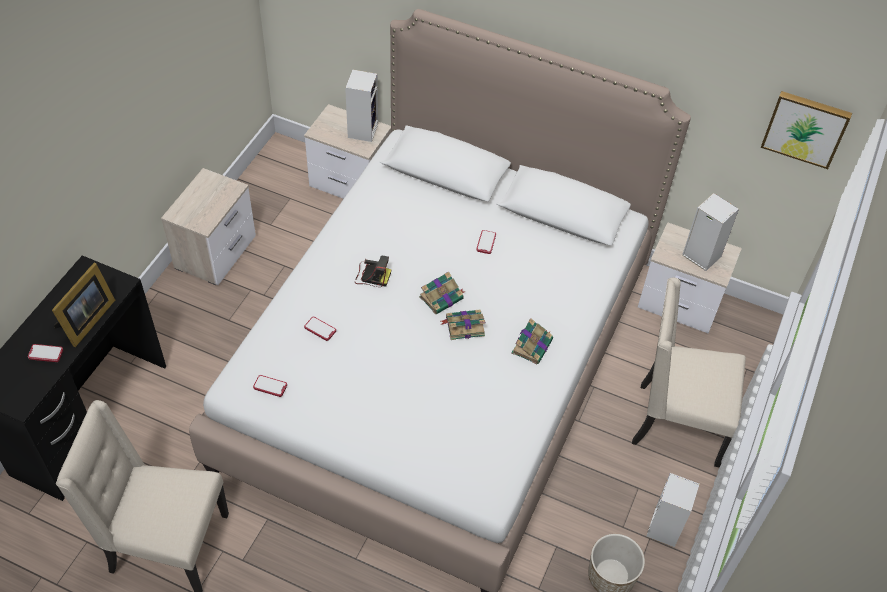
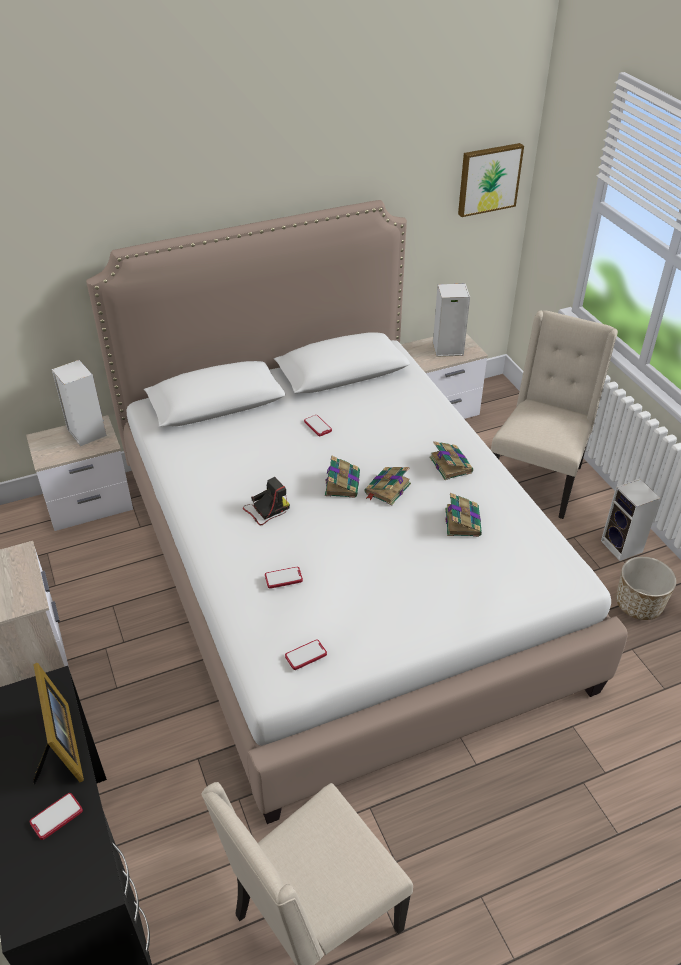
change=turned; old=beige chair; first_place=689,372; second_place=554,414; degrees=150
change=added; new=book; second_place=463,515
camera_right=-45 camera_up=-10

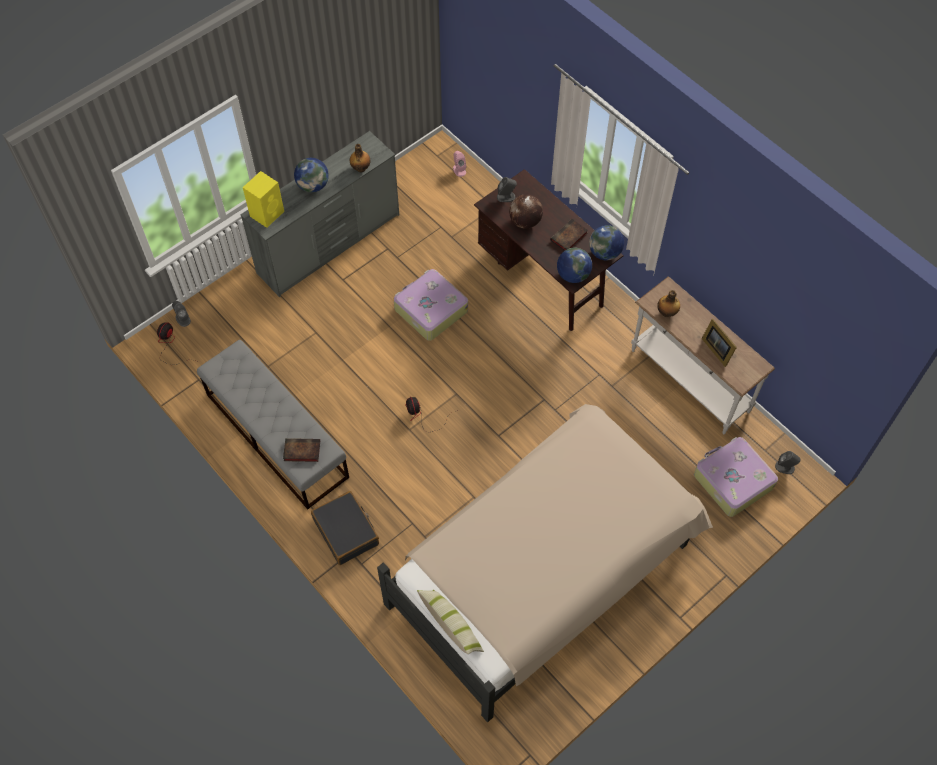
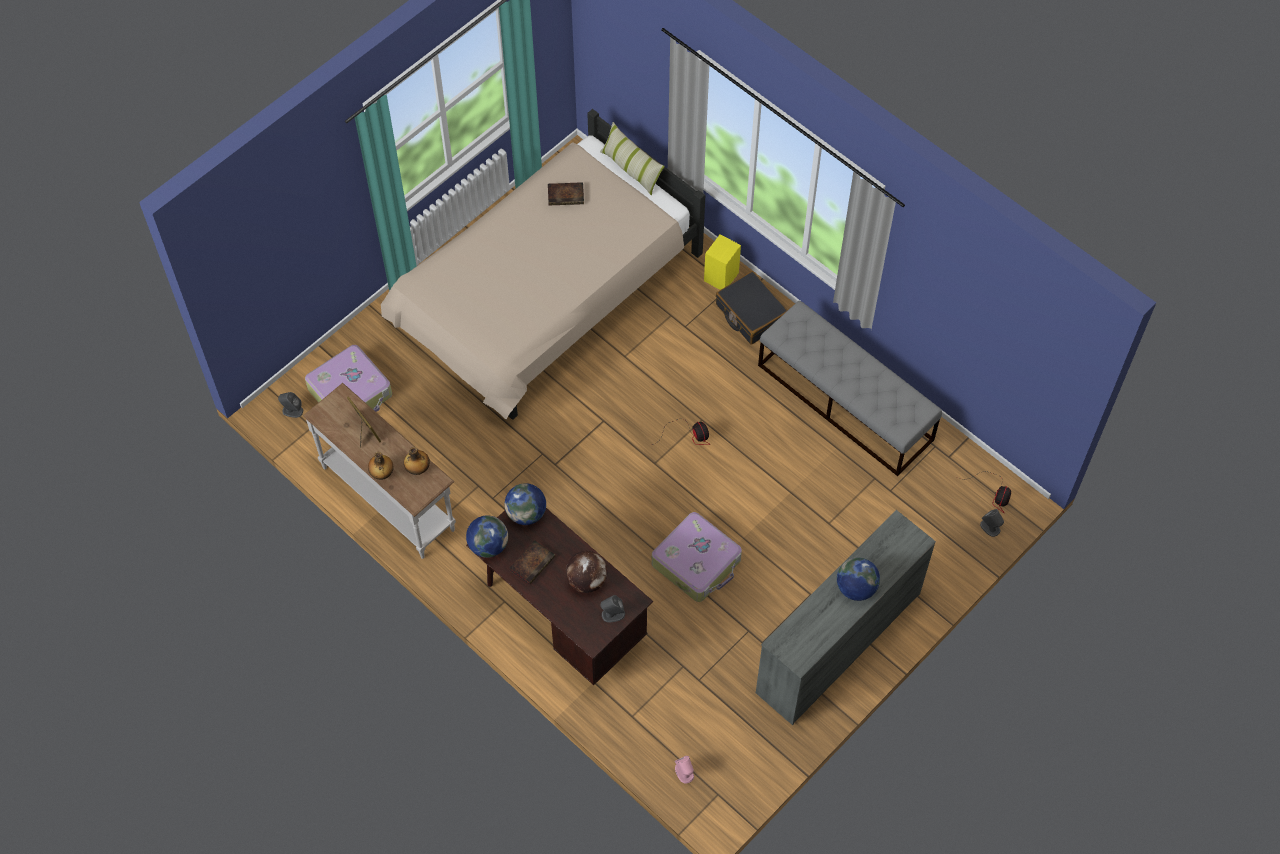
change=moved; old=bottle; first_place=360,158; second_place=381,466
change=moved; old=yellow speaker; first_place=263,199; second_place=722,262
change=moved; old=book; first_place=301,450; second_place=566,193
camera_right=175 camera_up=0

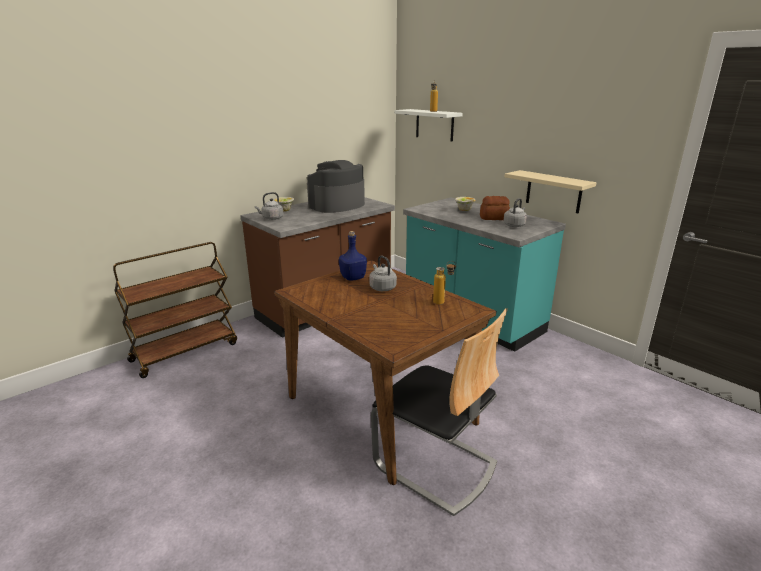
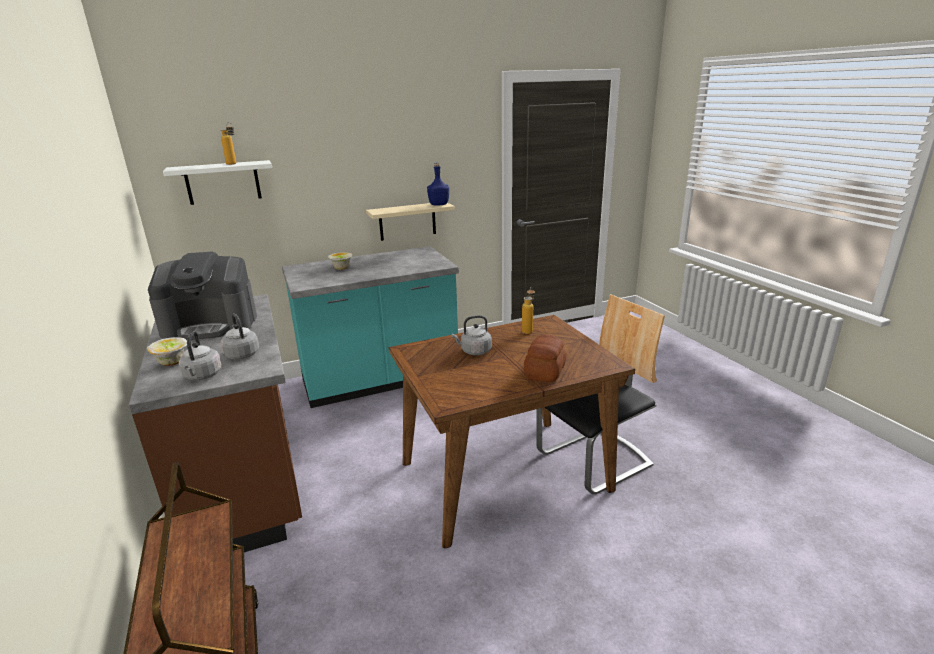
change=turned; old=coffee machine; first_place=336,186; second_place=202,296; degrees=-75
change=moved; old=bread; first_place=495,208; second_place=545,358
change=moved; old=grey kettle; first_place=515,212; second_place=240,336
change=moved; old=blue bottle; first_place=353,256; second_place=438,184
camera_right=-70 camera_up=0

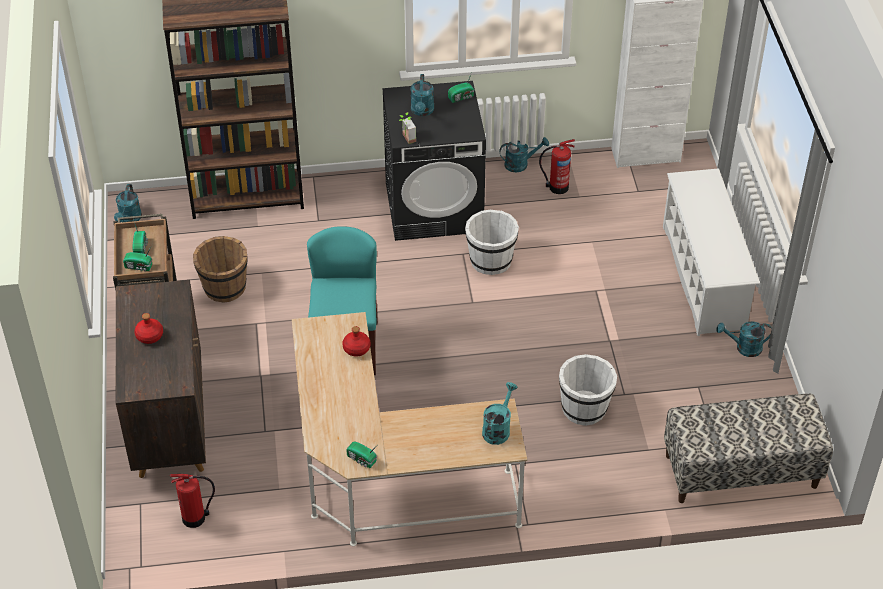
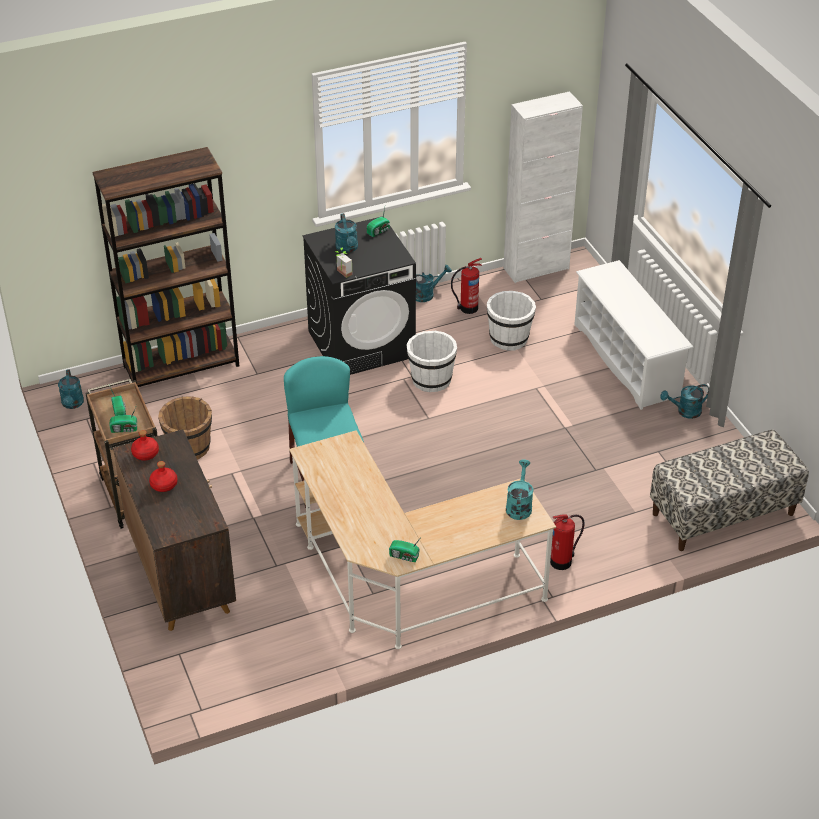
change=moved; old=red bottle; first_place=356,341; second_place=145,445
change=moved; old=white bucket; first_place=588,390; second_place=511,320
change=moved; old=fire extinguisher; first_place=192,501; second_place=567,542
camera_right=-15 camera_up=-5

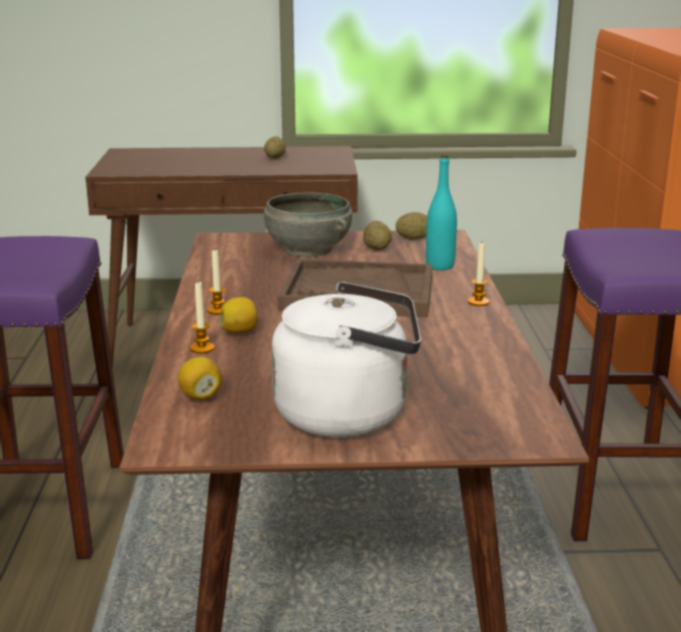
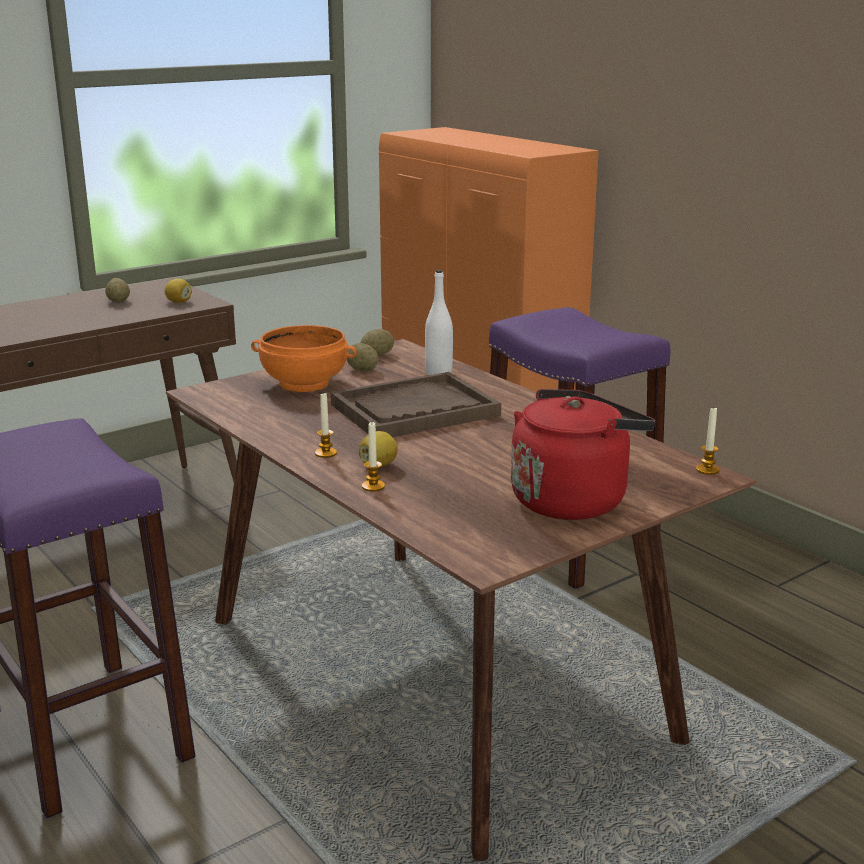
change=recoloured; old=turquoise bottle; new=white bottle; first_place=441,212; second_place=439,322
change=recoloured; old=grey bowl; new=orange bowl; first_place=308,224; second_place=304,358
change=moved; old=candle; first_place=479,274; second_place=708,441
change=recoloured; old=white kettle; new=red kettle; first_place=346,359; second_place=583,454
change=moved; old=lemon; first_place=200,378; second_place=178,291
camera_right=-35 camera_up=0

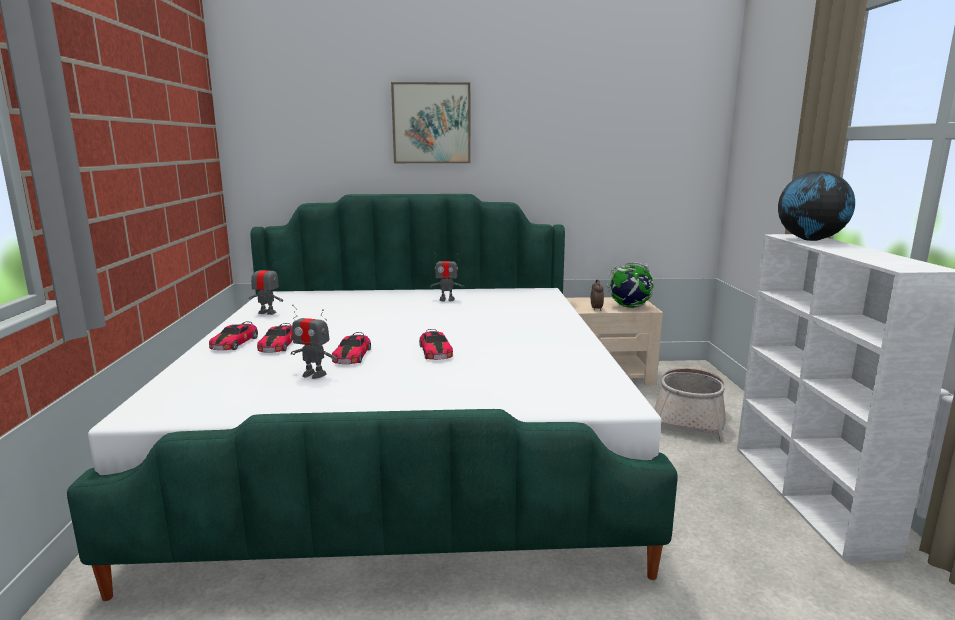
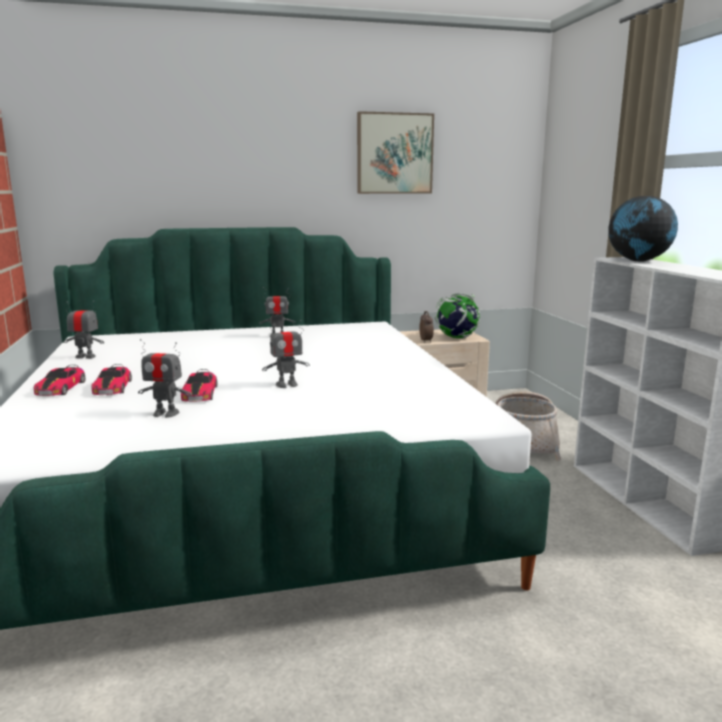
change=moved; old=picture; first_place=431,122; second_place=395,152
change=replaced; old=toy car; new=toy robot; first_place=436,344; second_place=286,354
camera_right=-10 camera_up=0

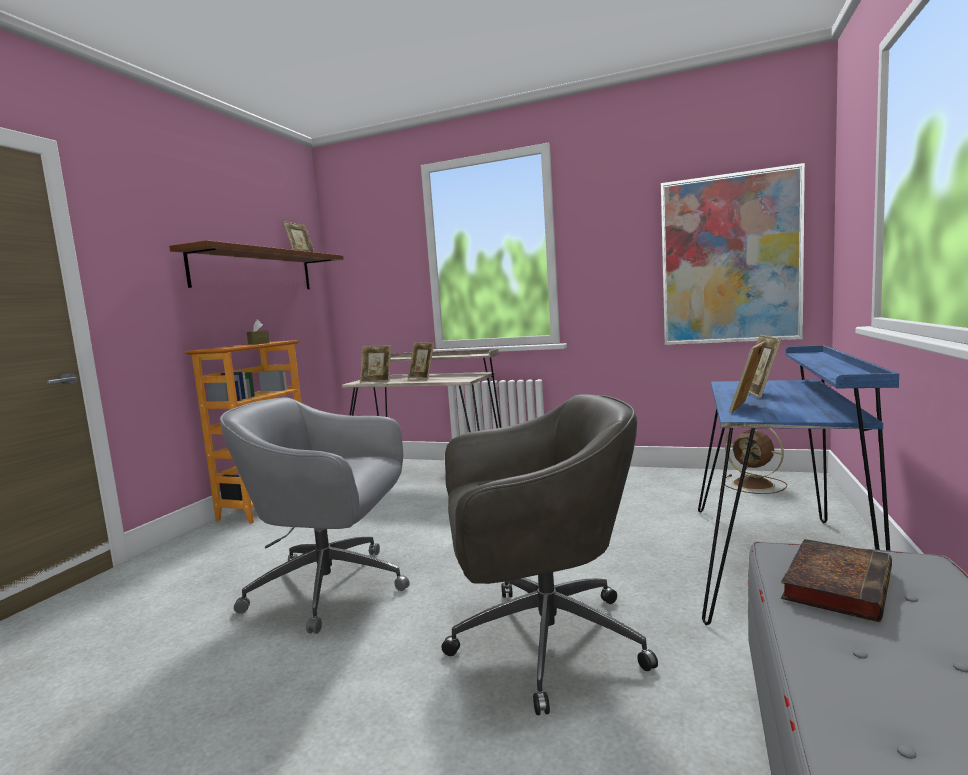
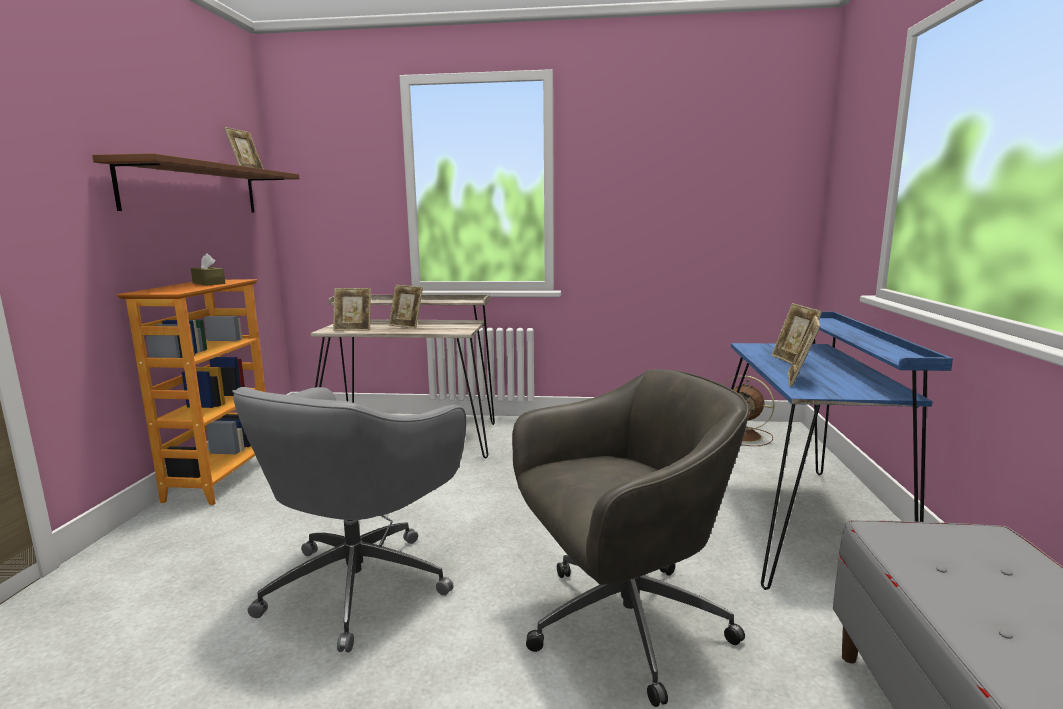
change=removed; old=picture; first_place=733,254
change=turned; old=grey office chair; first_place=315,515; second_place=349,519; degrees=-60
change=removed; old=book; first_place=836,580
camera_right=-15 camera_up=5

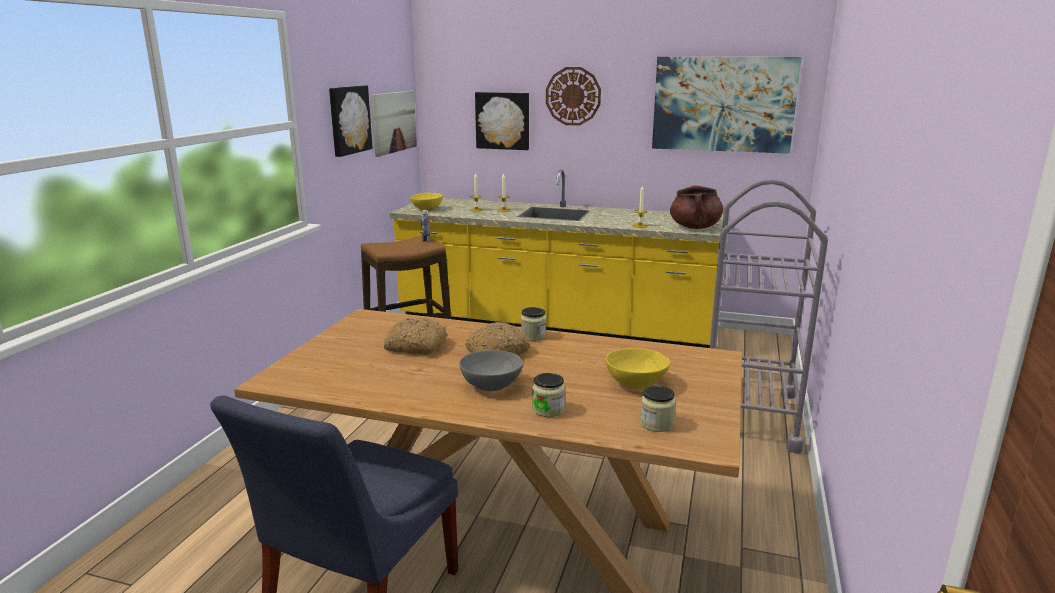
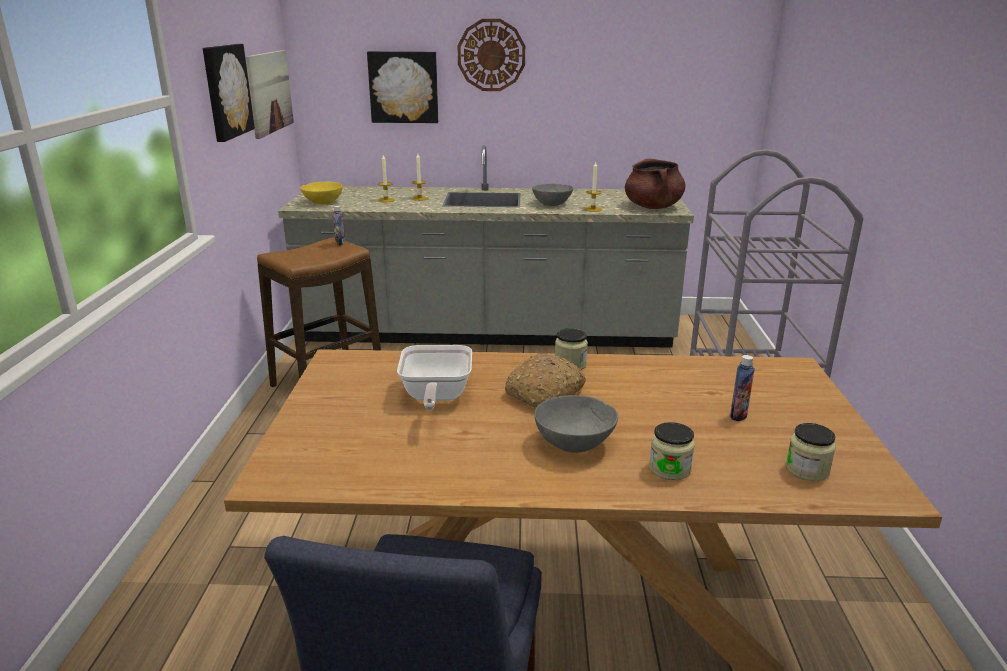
change=removed; old=picture; first_place=727,105
change=recoloured; old=yellow counter; new=grey counter; first_place=556,258; second_place=486,246
change=replaced; old=bread; new=frying pan; first_place=415,336; second_place=434,377
change=replaced; old=yellow bowl; new=bottle; first_place=638,368; second_place=742,388
change=added; new=grey bowl; second_place=552,195
camera_right=-15 camera_up=5

